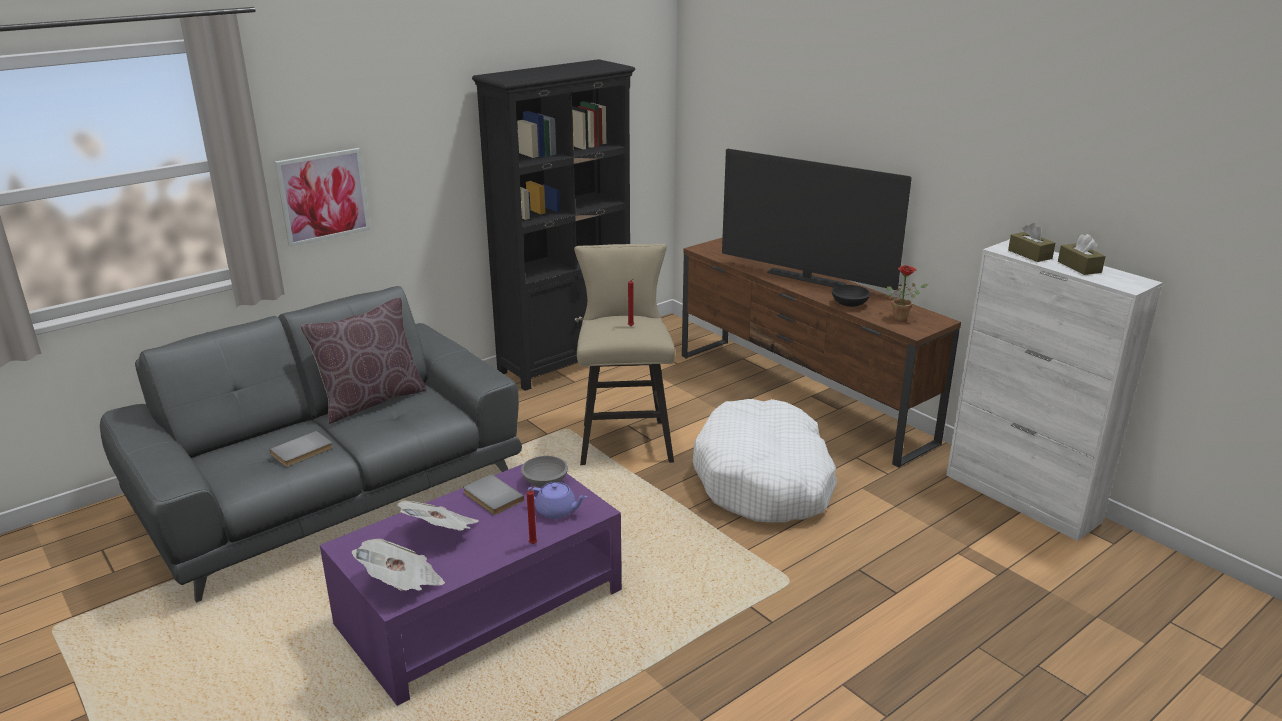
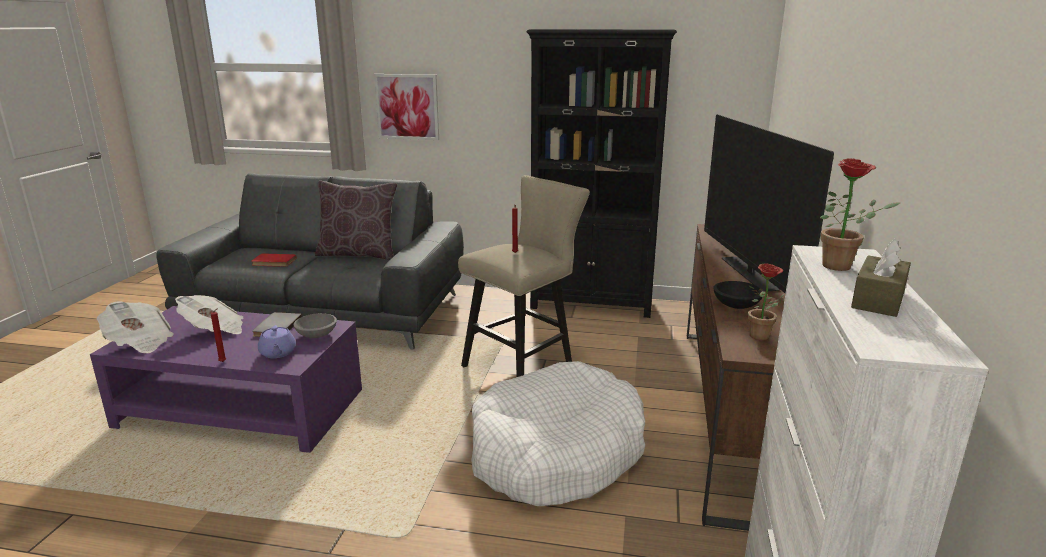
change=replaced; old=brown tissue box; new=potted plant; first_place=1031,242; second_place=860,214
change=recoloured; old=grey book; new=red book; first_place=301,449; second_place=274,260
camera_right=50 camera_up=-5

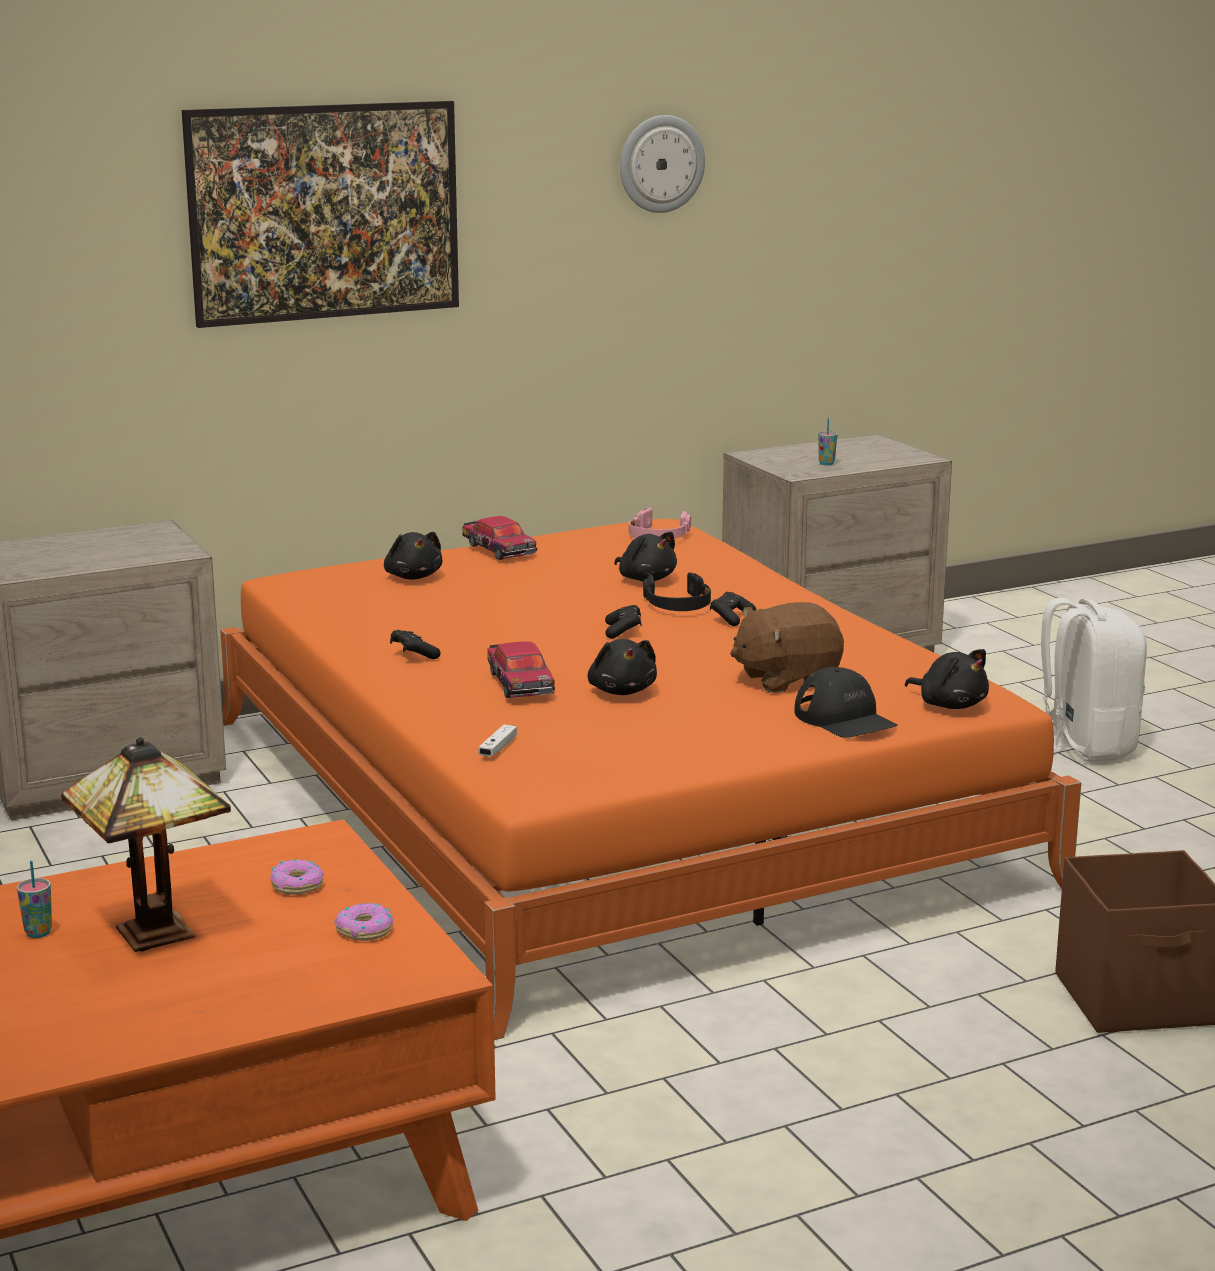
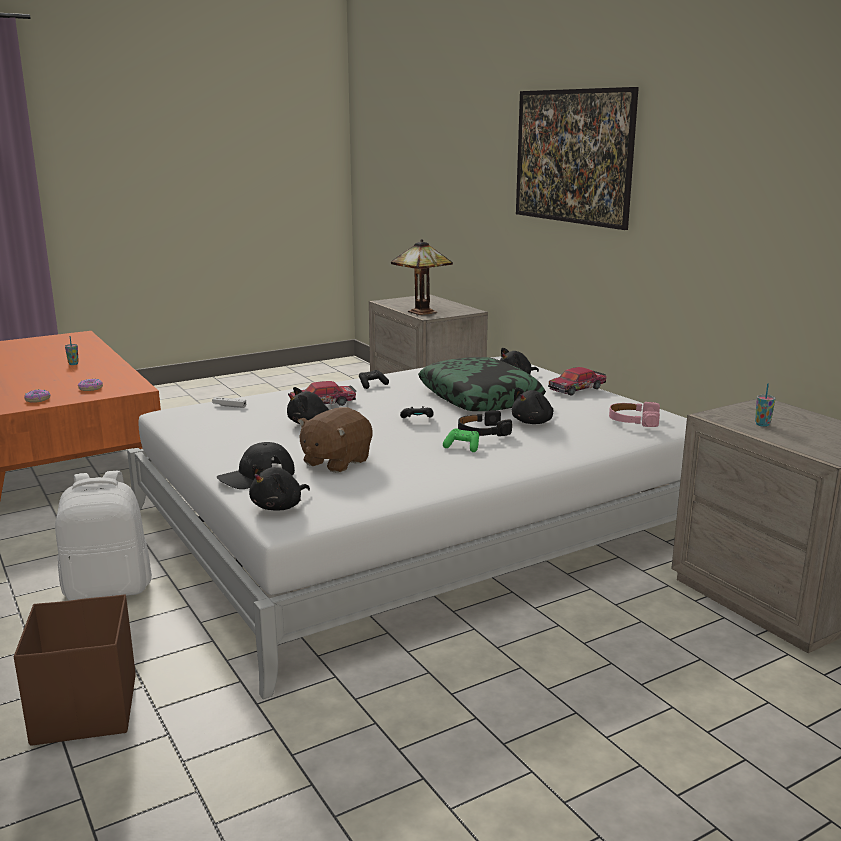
change=removed; old=wall clock; first_place=662,164
change=recoloured; old=orange bed; new=white bed; first_place=650,779; second_place=407,528
change=recoloured; old=black game controller; new=green game controller; first_place=733,609; second_place=461,440
change=moved; old=white backpack; first_place=1094,680; second_place=103,536
change=turned; old=brown plush toy; first_place=787,647; second_place=335,440; degrees=-120
change=moved; old=table lamp; first_place=146,844; second_place=422,277
change=added; new=pillow; second_place=482,384
camera_right=85 camera_up=0

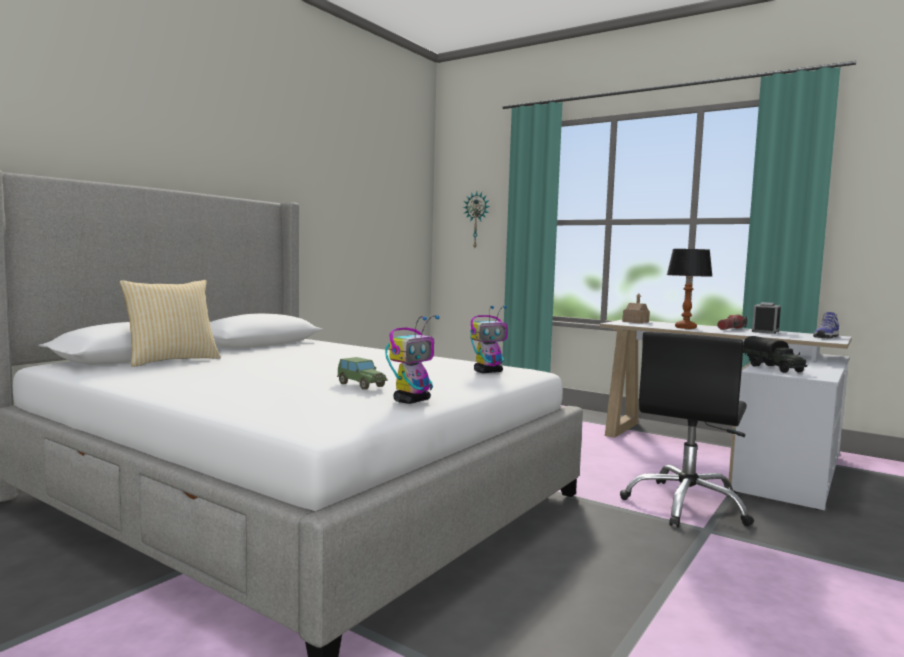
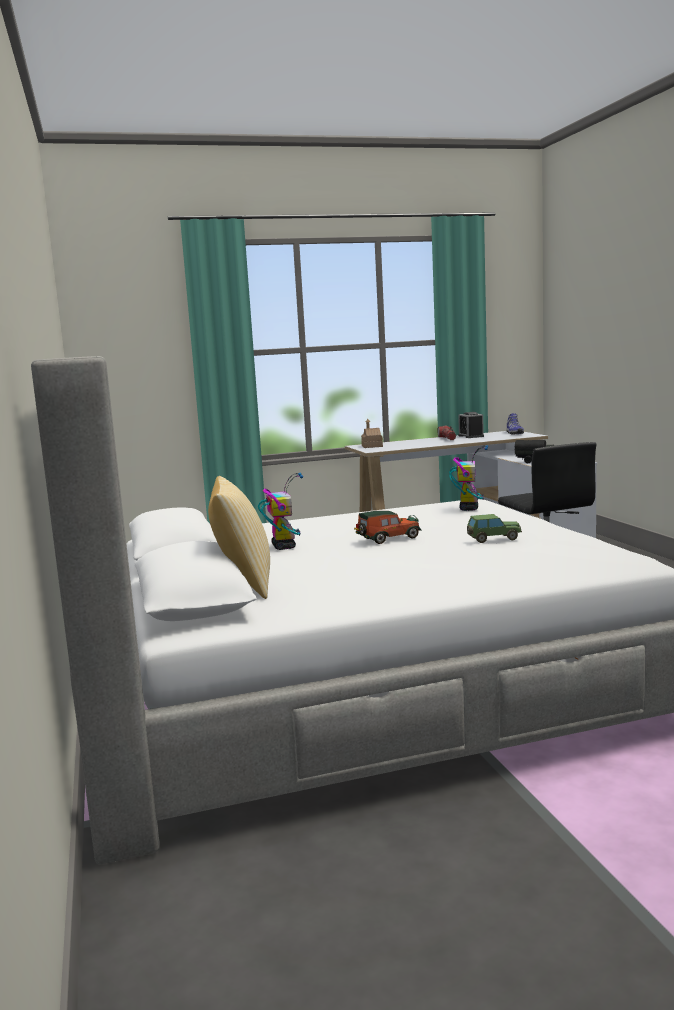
change=removed; old=wall clock; first_place=476,219
change=removed; old=table lamp; first_place=689,289
change=moved; old=toy robot; first_place=412,359; second_place=280,511
change=added; new=toy car; second_place=388,527
camera_right=-50 camera_up=5

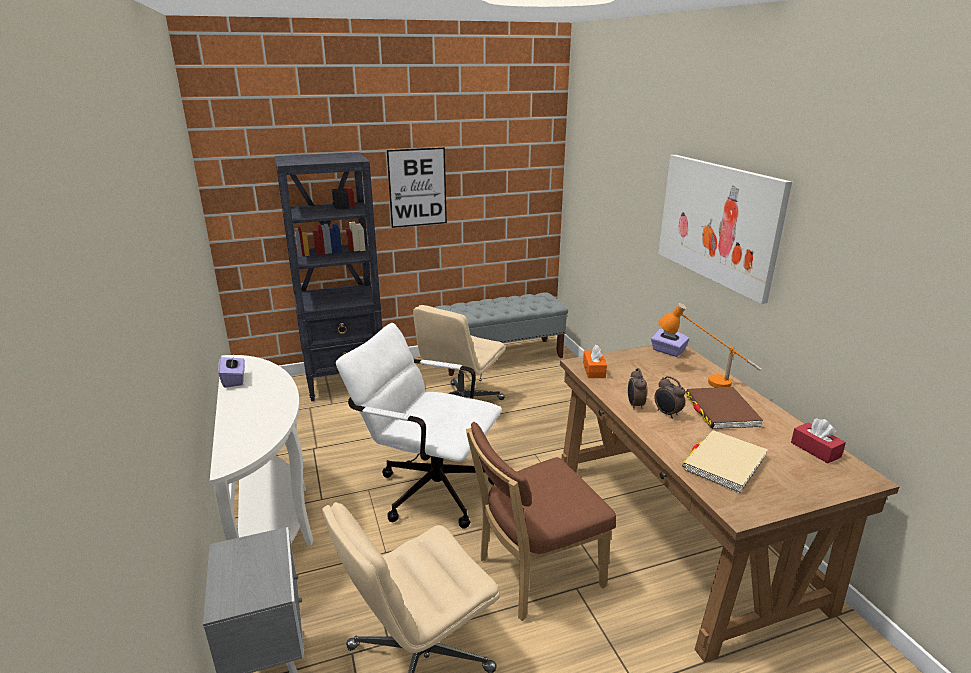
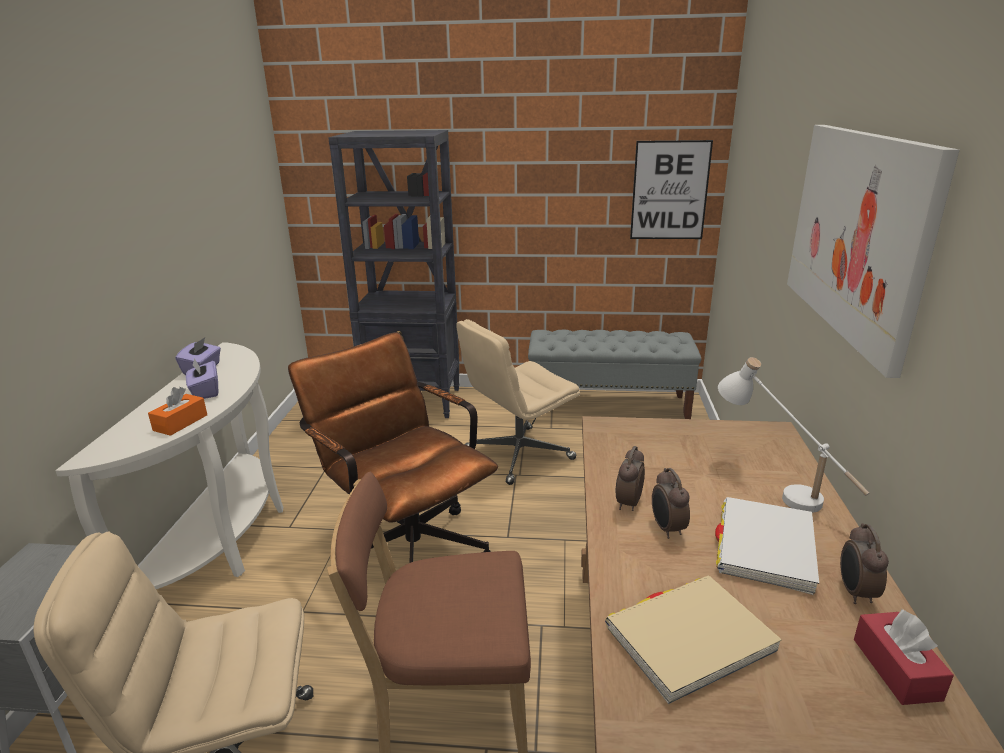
change=moved; old=picture; first_place=417,187; second_place=671,189
change=recoloured; old=orange table lamp; new=white table lamp; first_place=710,345; second_place=793,435
change=recoloured; old=white office chair; new=brown office chair; first_place=419,426; second_place=393,447
change=moved; old=purple tissue box; first_place=670,343; second_place=202,378
change=moved; old=orange tissue box; first_place=595,361; second_place=177,411
change=recoloured; old=brown book; new=white book; first_place=724,408; second_place=767,546
change=added; new=alarm clock; second_place=864,563
camera_right=25 camera_up=0

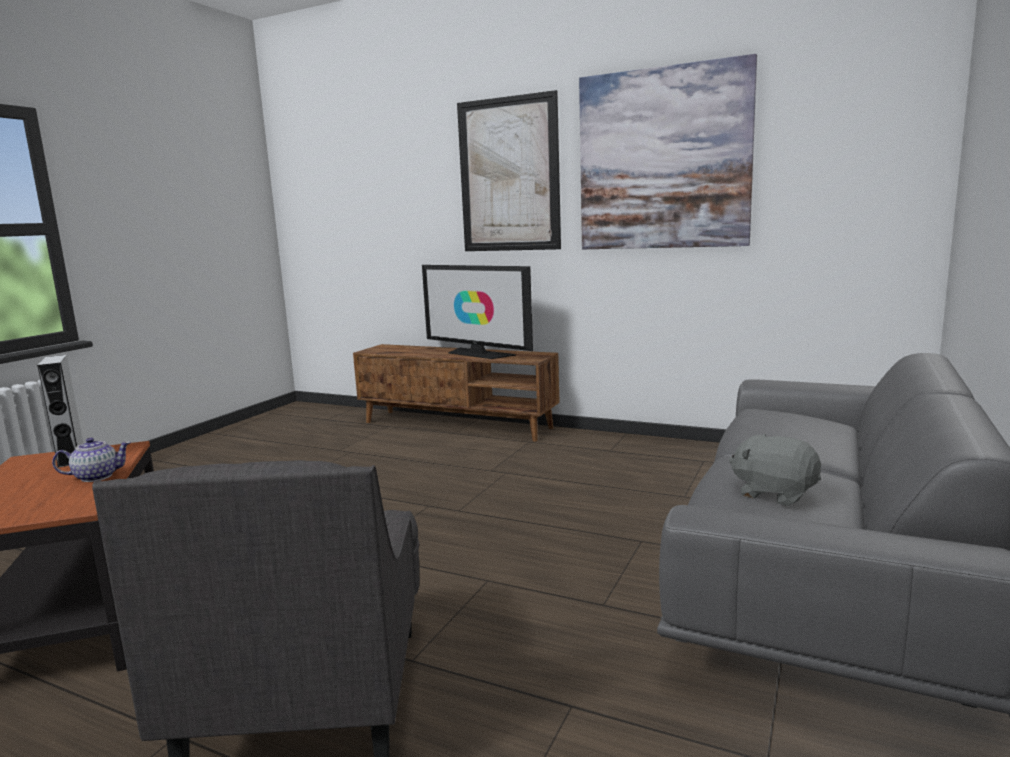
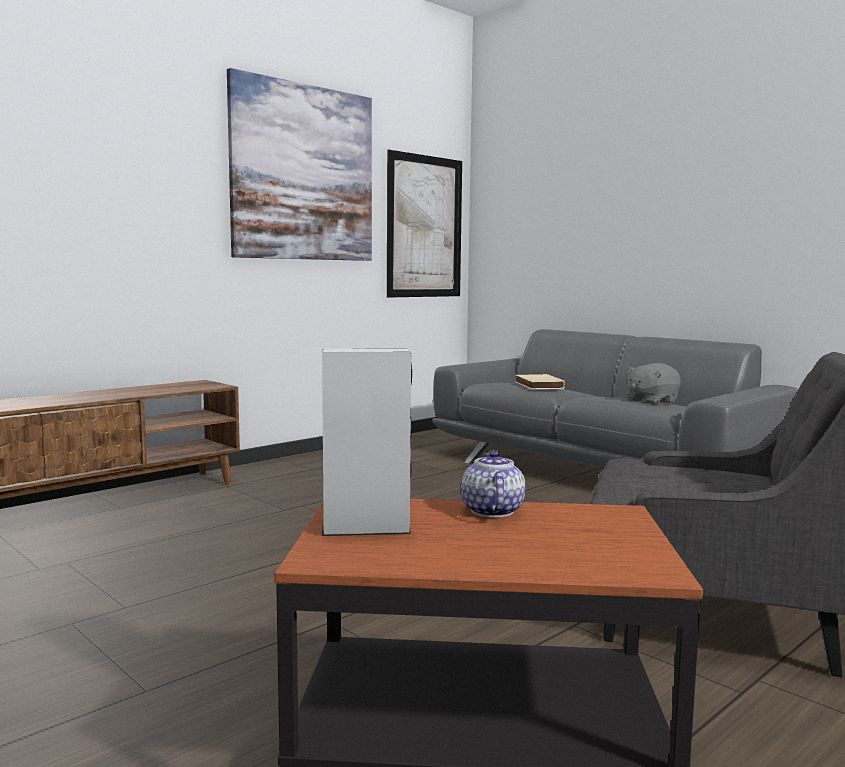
change=moved; old=picture; first_place=509,170; second_place=424,224
change=removed; old=television; first_place=477,312
change=added; new=beige book; second_place=540,381
camera_right=-70 camera_up=-5

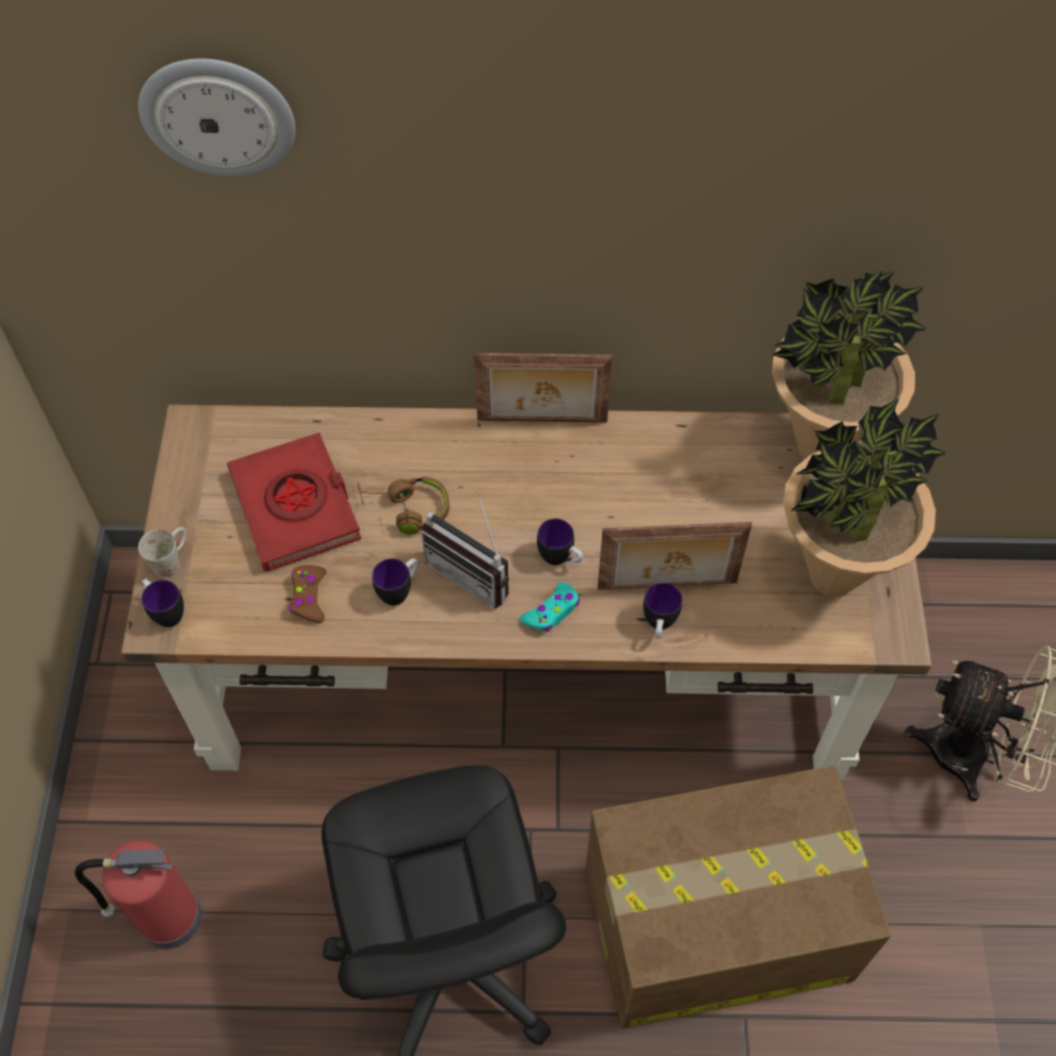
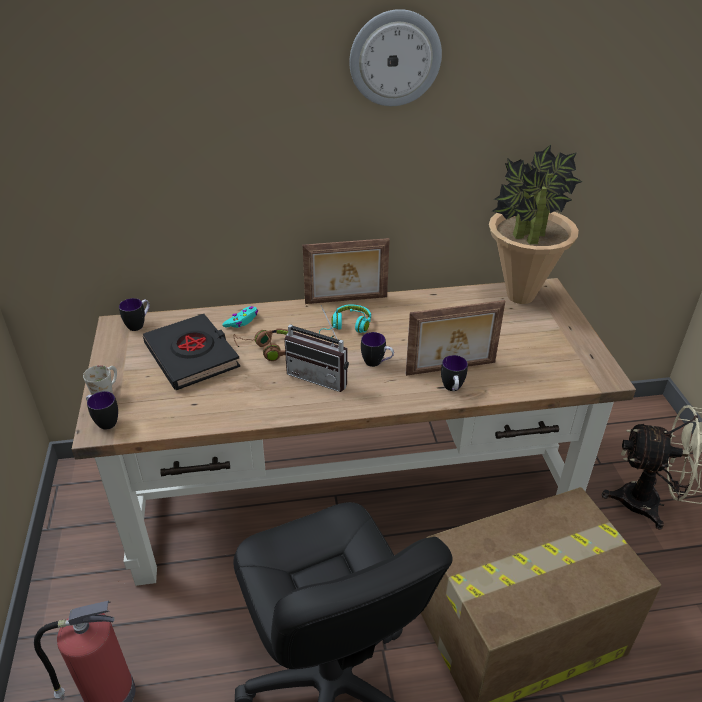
change=moved; old=wall clock; first_place=217,117; second_place=395,57
change=removed; old=potted plant; first_place=865,497
change=recoloured; old=red book; new=black book; first_place=294,502; second_place=191,352
change=moved; old=mug; first_place=395,582; second_place=134,314
change=removed; old=brown game controller; first_place=307,594
change=moved; old=turquoise game controller; first_place=550,607; second_place=240,317
change=added; new=turquoise headphones; second_place=345,321
camera_right=-10 camera_up=-20

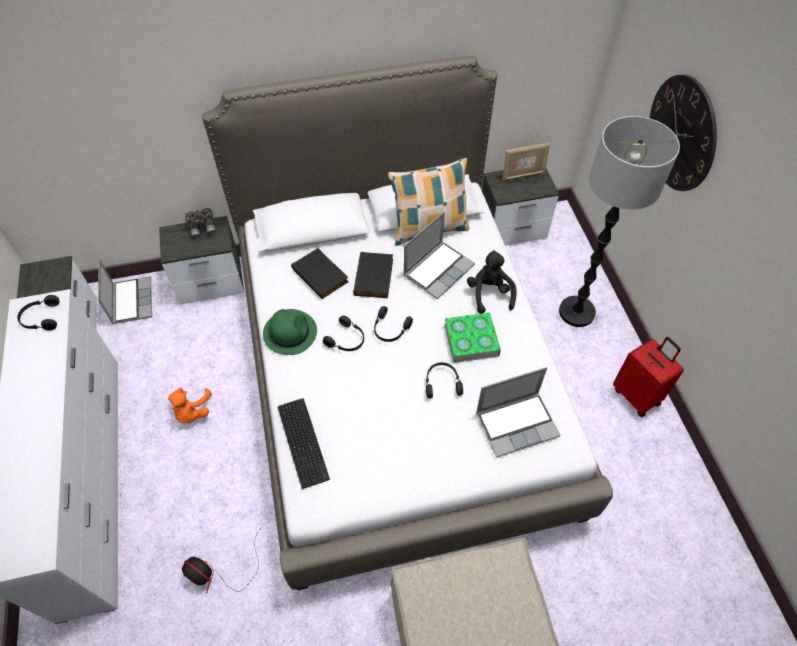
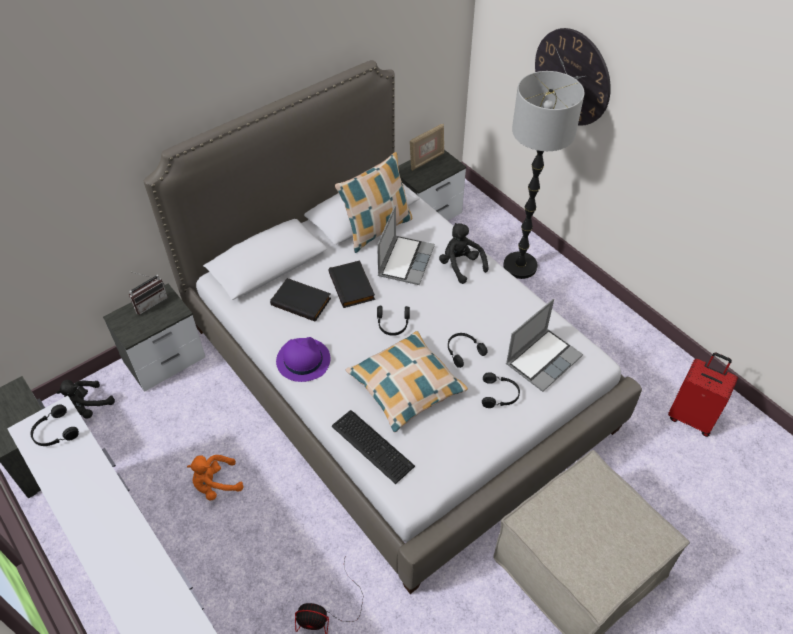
change=replaced; old=grey binoculars; new=radio; first_place=200,223; second_place=148,293
change=replaced; old=laptop; new=black plush toy; first_place=125,291; second_place=85,399
change=recoloured; old=green hat; new=purple hat; first_place=290,332; second_place=303,359
change=removed; old=book; first_place=472,338
change=moved; old=black headphones; first_place=343,333; second_place=501,390
change=moved; old=red suitcase; first_place=648,377; second_place=703,394
change=turned; old=orange plush toy; first_place=190,405; second_place=215,478; degrees=90
change=added; new=pillow; second_place=407,382
camera_right=-25 camera_up=-5

